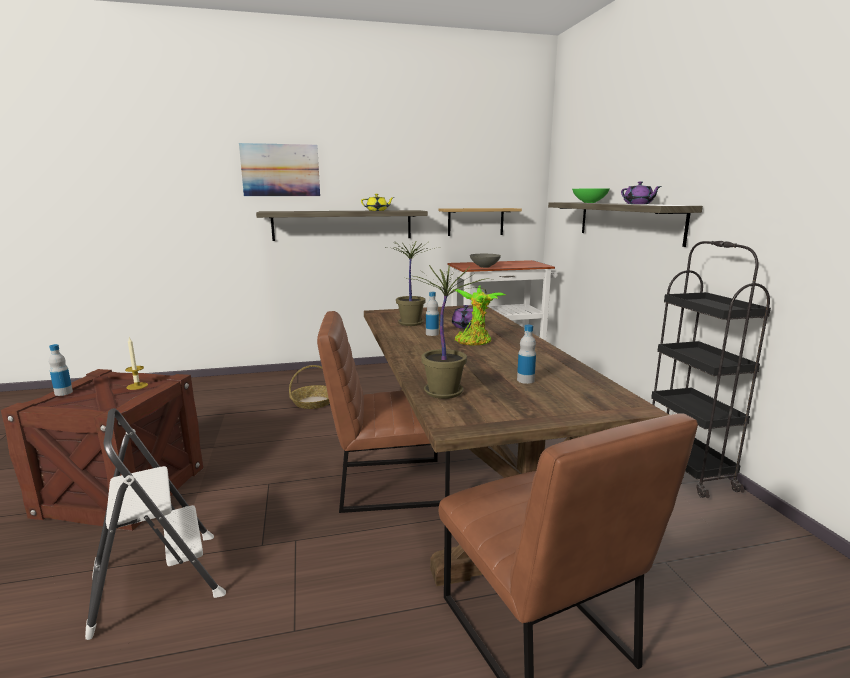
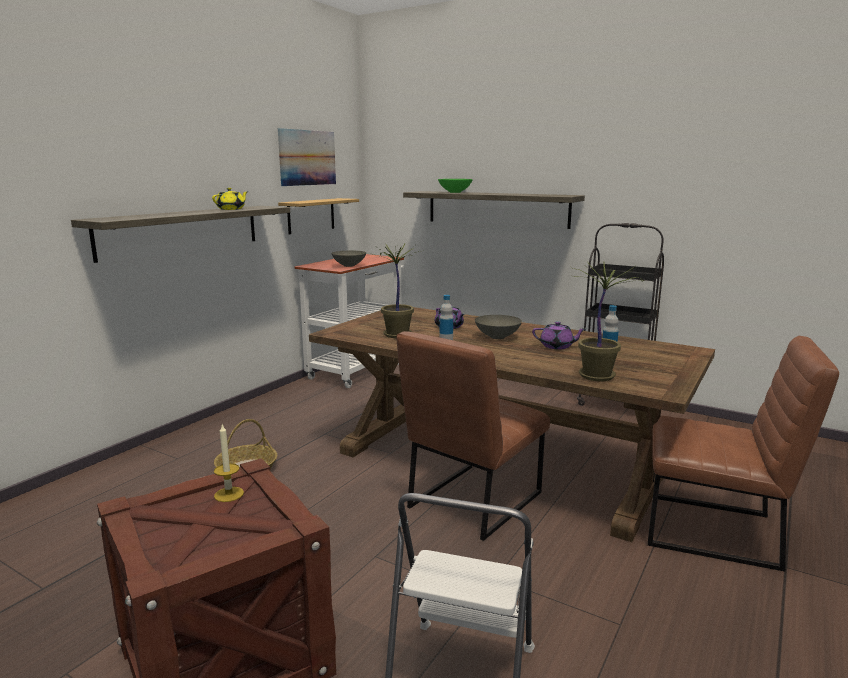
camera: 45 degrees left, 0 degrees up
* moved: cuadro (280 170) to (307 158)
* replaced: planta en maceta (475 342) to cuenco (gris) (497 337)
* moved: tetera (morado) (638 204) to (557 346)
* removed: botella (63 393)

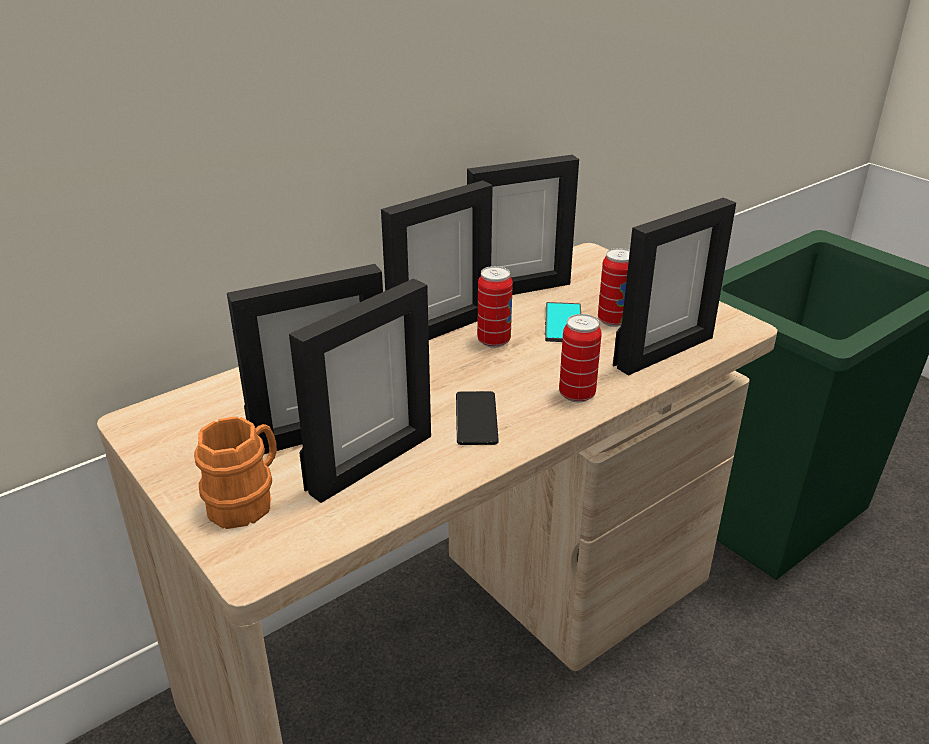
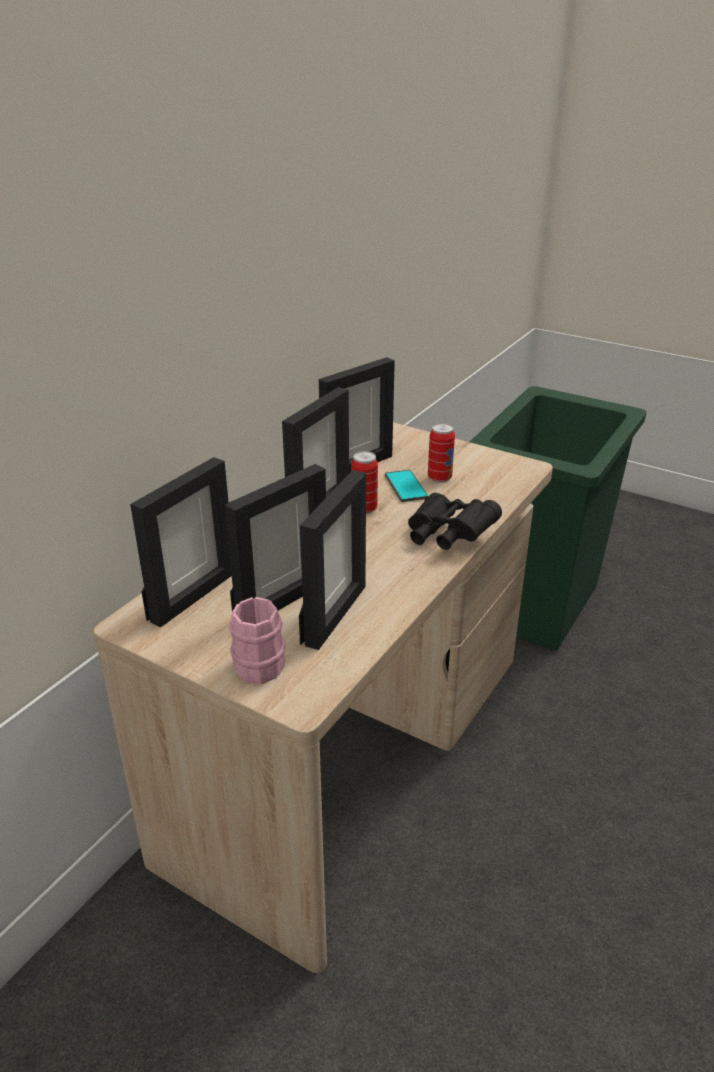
camera: 20 degrees left, 0 degrees up
* moved: portarretratos (663 351) to (192 596)
* recoloured: taza grande (naranja) (247 500) to taza grande (rosa) (262 660)
* replaced: lata (577 394) to prismáticos (negro) (447 536)
* removed: móvil (476 419)

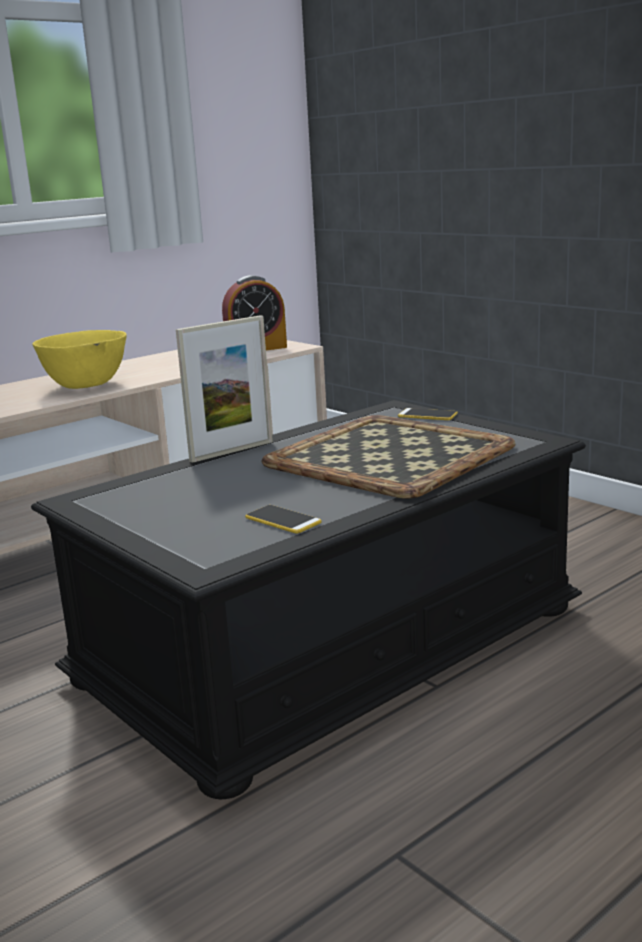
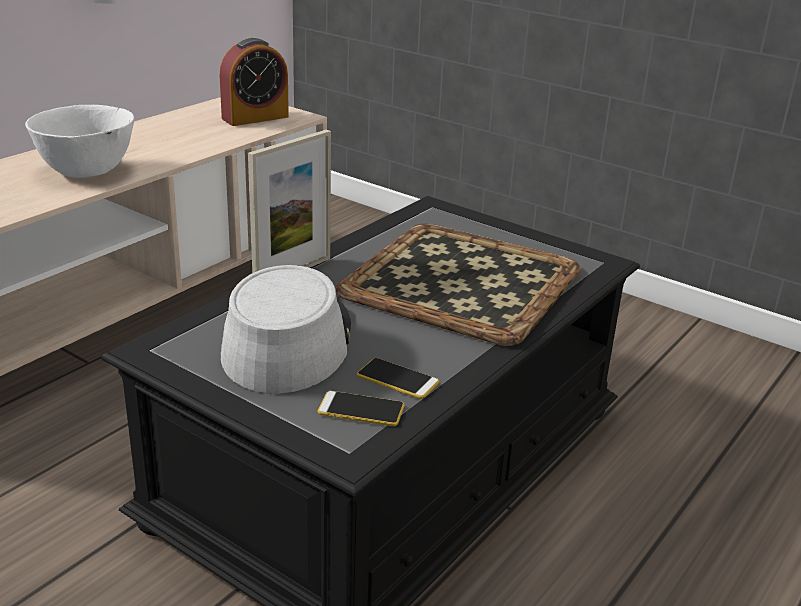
camera: 15 degrees left, 10 degrees up
* recoloured: cuenco (amarillo) (86 385) to cuenco (blanco) (87 171)
* added: sombrero (gris) (287 341)
* moved: móvil (427 415) to (361 409)

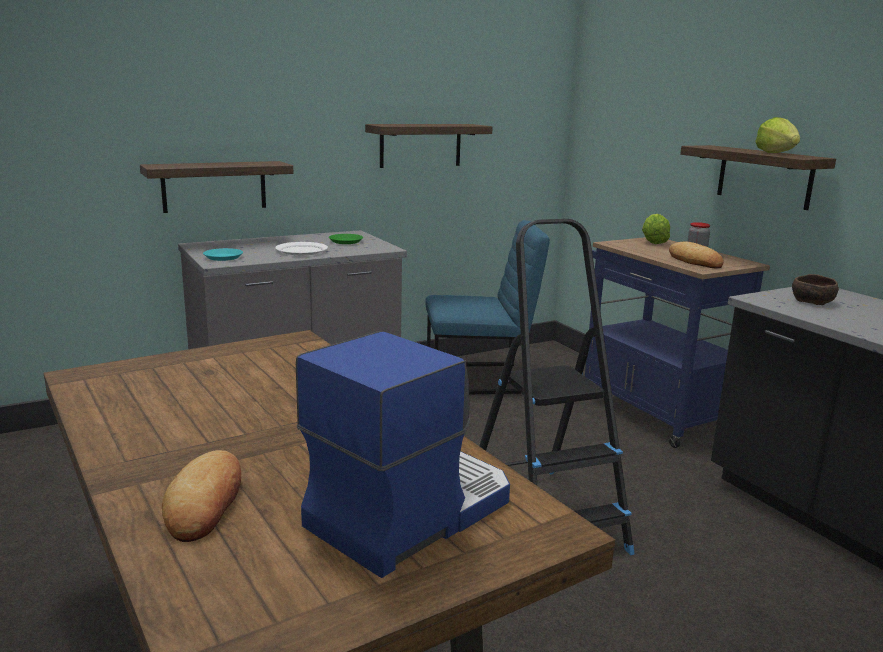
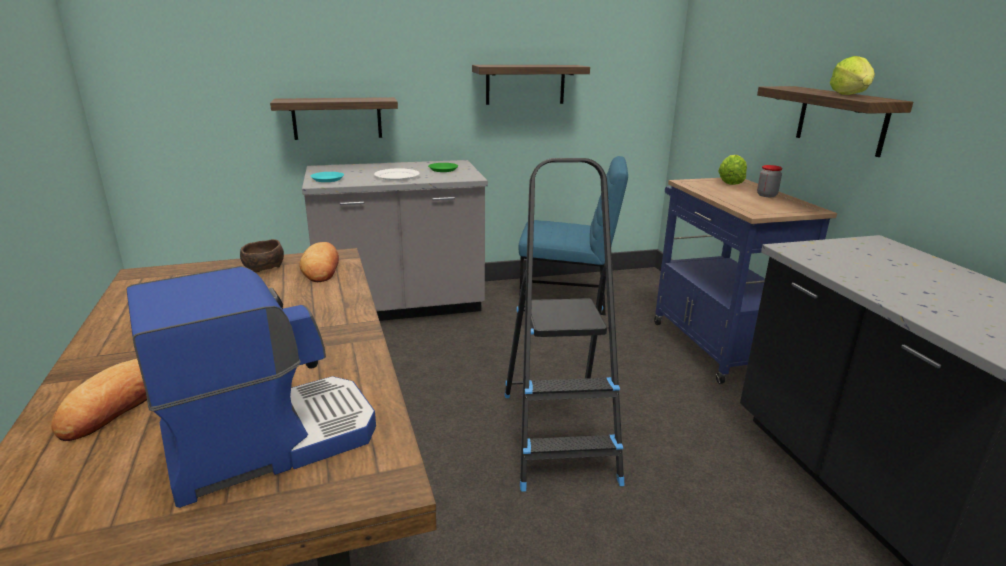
camera: 15 degrees right, 5 degrees up
* moved: cuenco (marrón) (812 302) to (263 268)
* moved: pan (694 261) to (321 267)

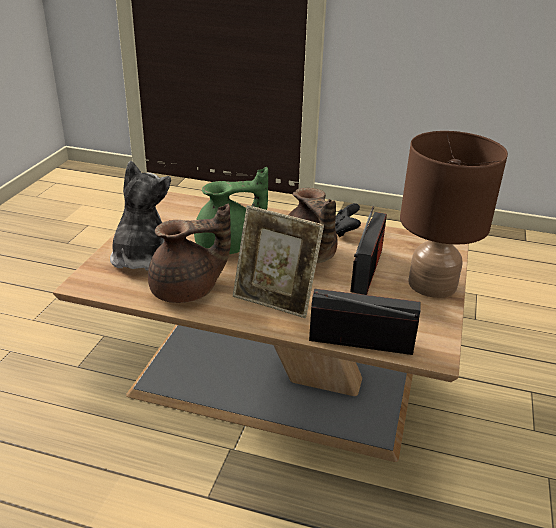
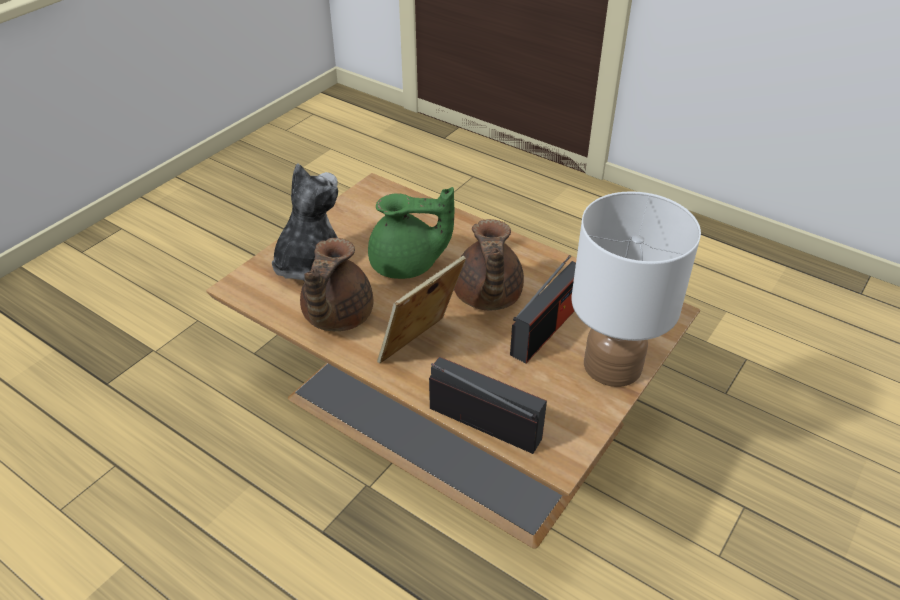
camera: 20 degrees right, 10 degrees up
* turned: tetera (marrón) (187 291) = (336 316) 105 degrees clockwise
* turned: portarretratos (275 300) = (421 348) 90 degrees clockwise
* recoloured: lámpara de mesa (marrón) (431 284) to lámpara de mesa (blanco) (612 365)
* removed: mando de consola (negro) (345 231)

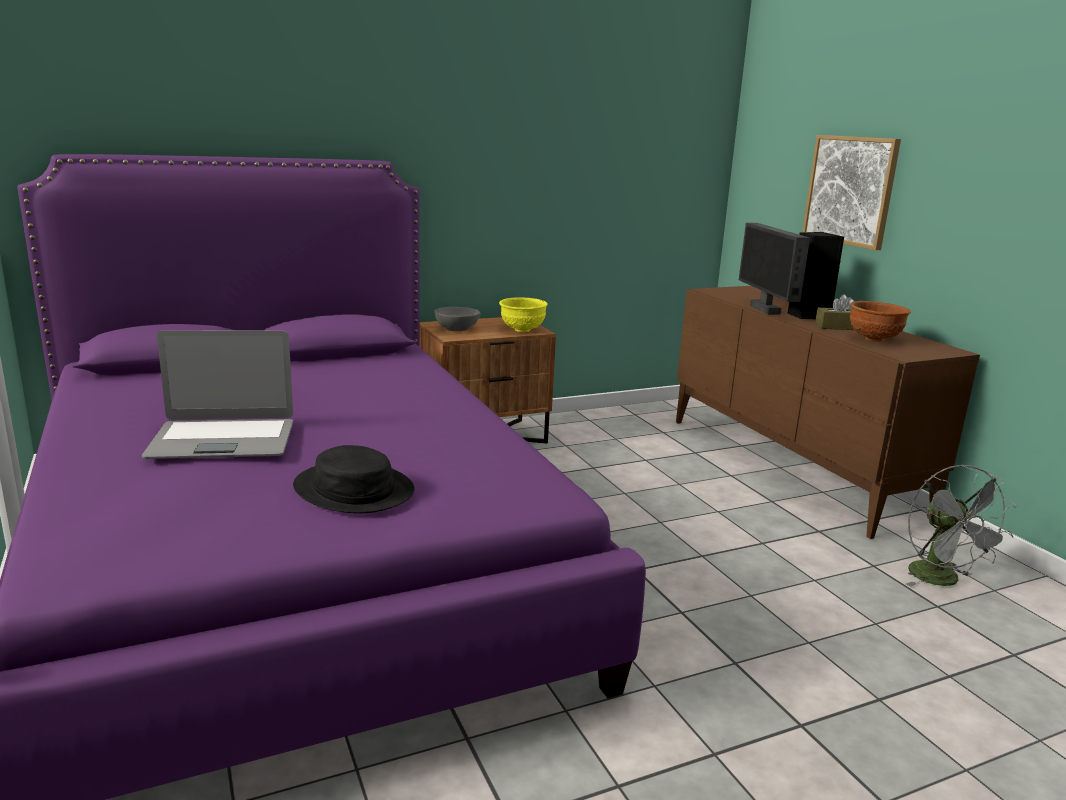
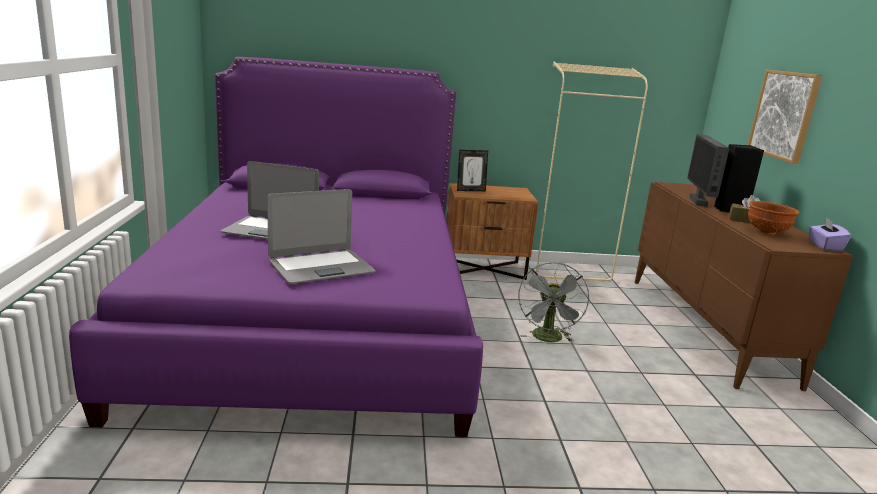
camera: 20 degrees right, 0 degrees up
* replaced: sombrero (negro) (354 489) to portátil (321 267)
* replaced: cuenco (gris) (457 329) to portarretratos (470 190)
* moved: ventilador (gris) (942 580) to (548 339)
* added: perchero (beis) (569 271)
* added: caja de pañuelos (morado) (824 246)
* removed: cuenco (amarillo) (521 330)

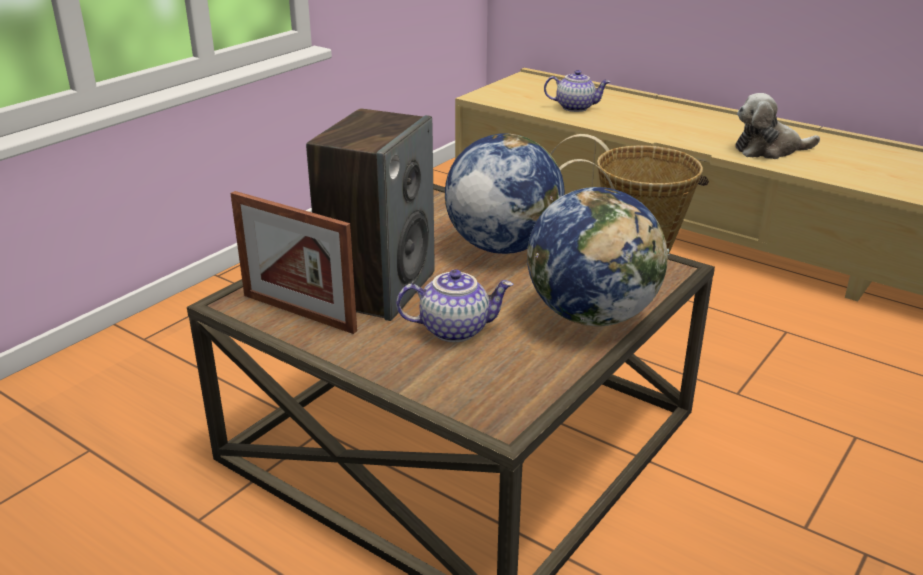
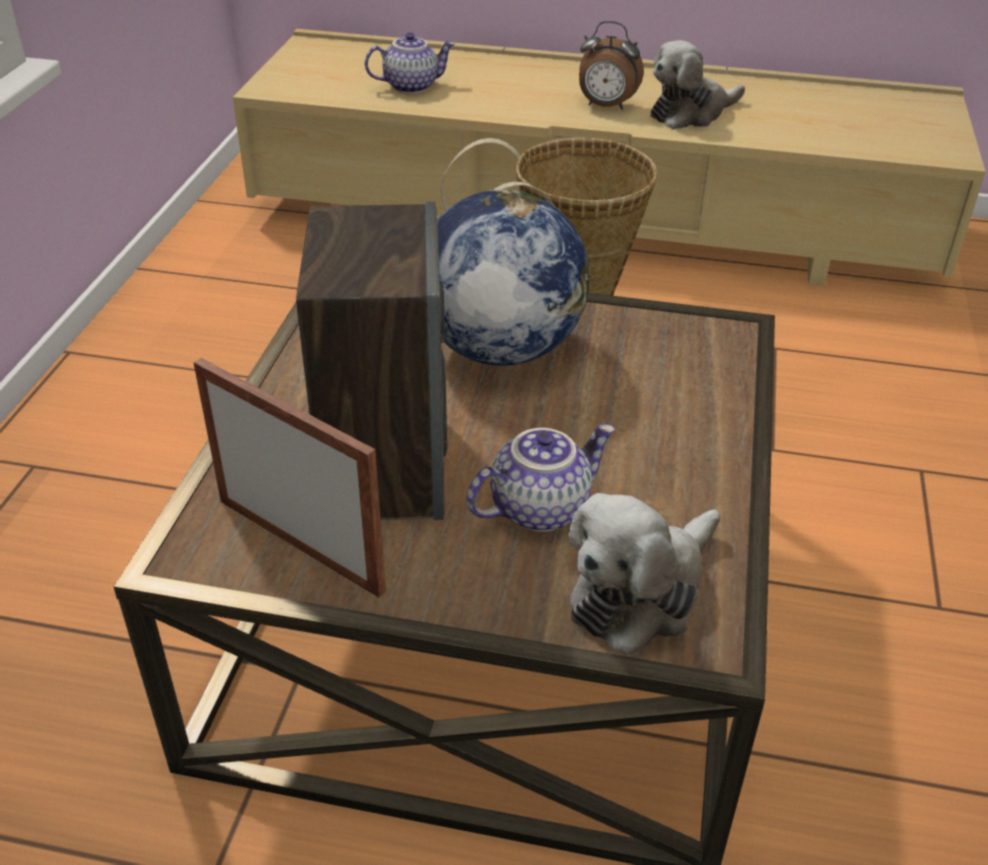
camera: 25 degrees left, 10 degrees up
* turned: portarretratos (298 313) = (299 545) 150 degrees counterclockwise
* added: peluche (640 592)
* added: despertador (606 106)
* removed: globo terráqueo (592 315)

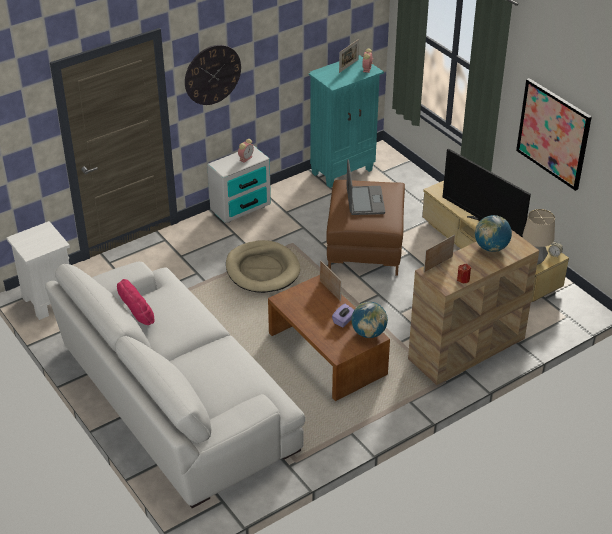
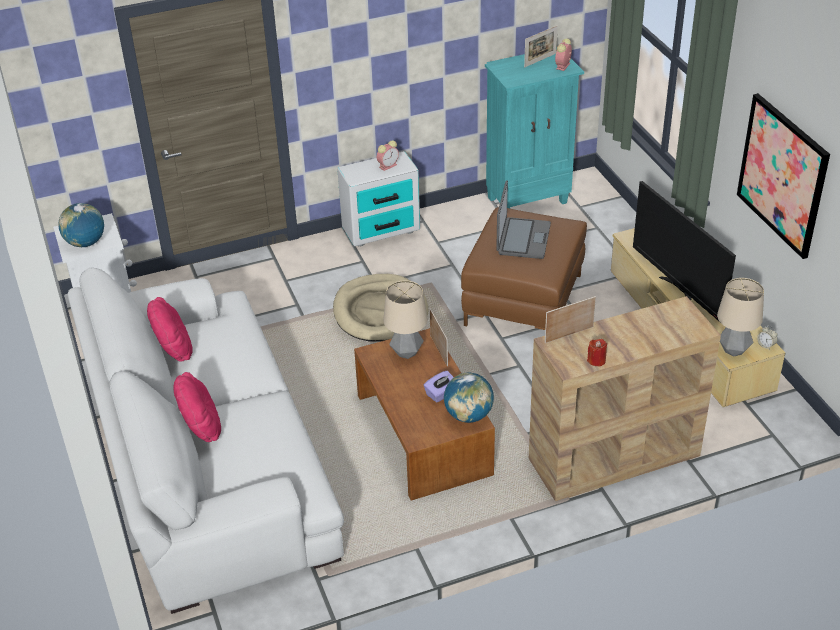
camera: 15 degrees right, 0 degrees up
* moved: globo terráqueo (491 247) to (85 243)
* added: cojín (rosa) (201 430)
* added: lámpara de mesa (406 353)
* removed: reloj de pared (212 74)

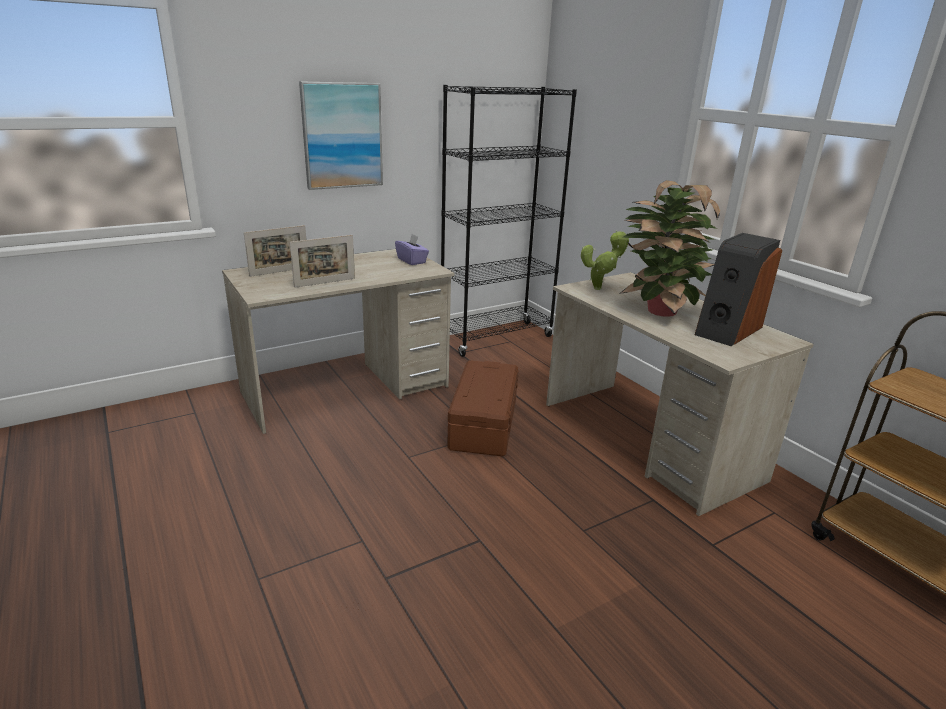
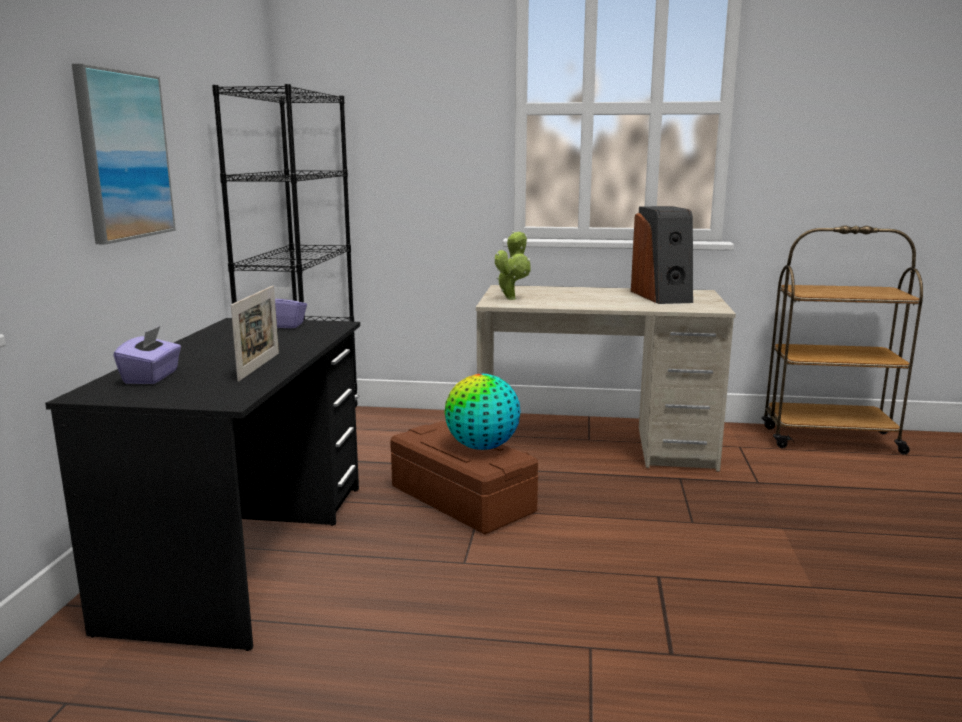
camera: 50 degrees left, 10 degrees down
* recoloured: escritorio (beis) (346 390) to escritorio (negro) (247 550)
* replaced: portarretratos (279 271) to caja de pañuelos (morado) (152 377)
* added: globo terráqueo (482 447)
* removed: planta en maceta (658 311)

